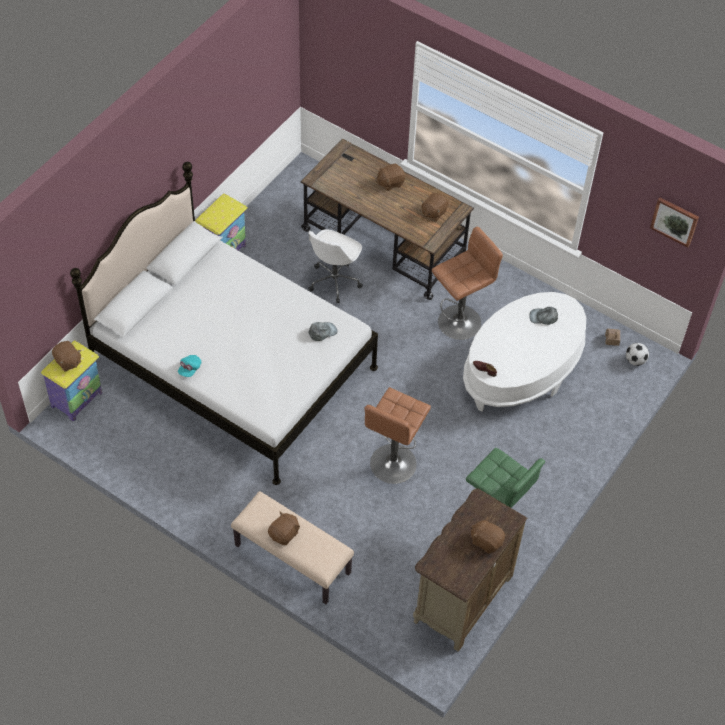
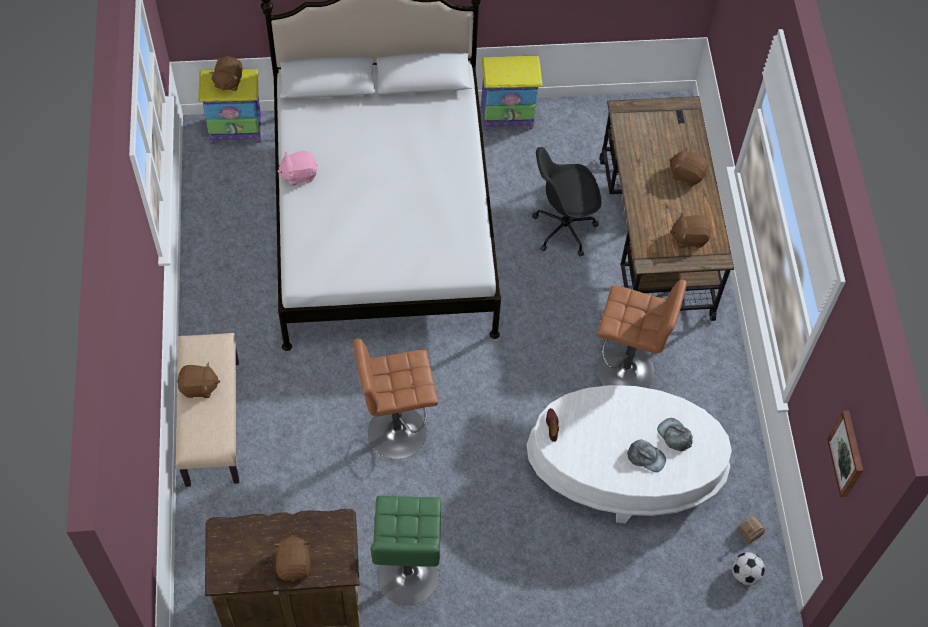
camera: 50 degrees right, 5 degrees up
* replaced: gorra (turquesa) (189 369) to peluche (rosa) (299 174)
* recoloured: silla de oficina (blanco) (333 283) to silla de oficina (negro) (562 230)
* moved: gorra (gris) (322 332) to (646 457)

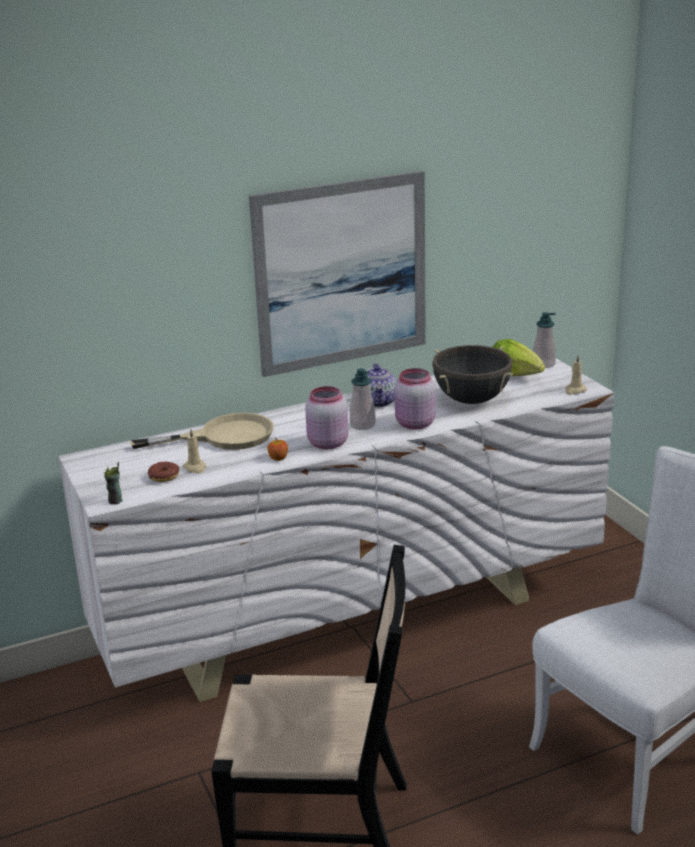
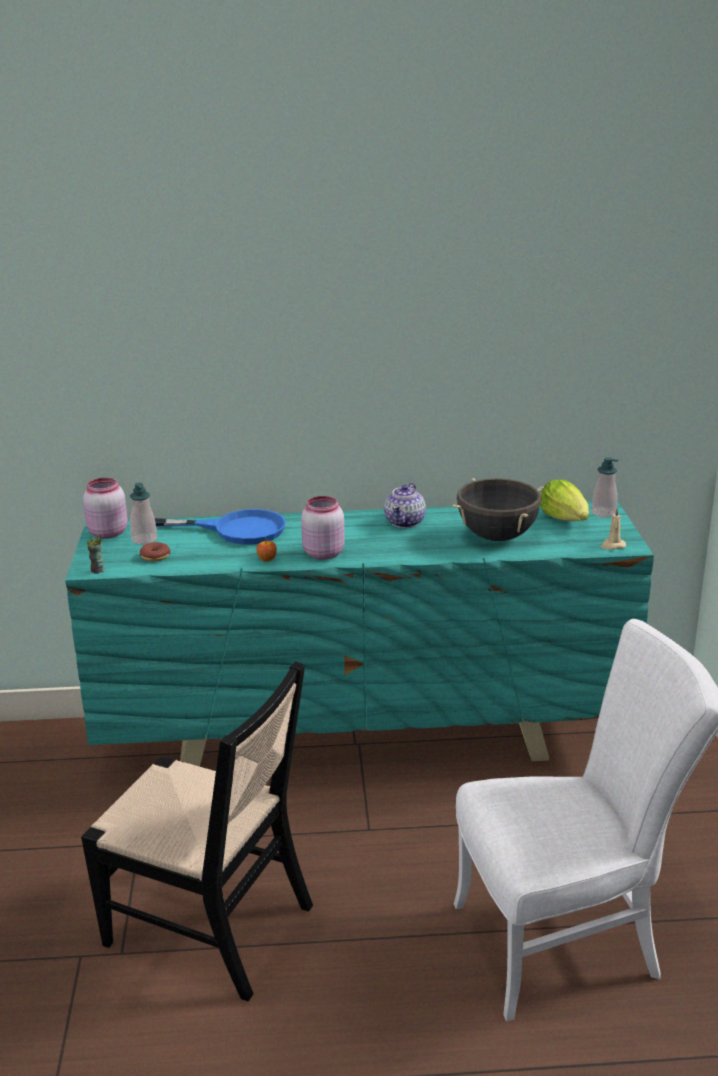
camera: 20 degrees right, 0 degrees up
* recoloured: armario (blanco) (355 623) to armario (turquesa) (363 741)
* moved: tarro (rosa) (414 424) to (106 533)
* moved: dispensador de jabón (362 425) to (144 540)
* recoloured: sartén (beis) (223 436) to sartén (azul) (236 530)
* removed: vela (beis) (195 468)
* removed: cuadro (341 273)

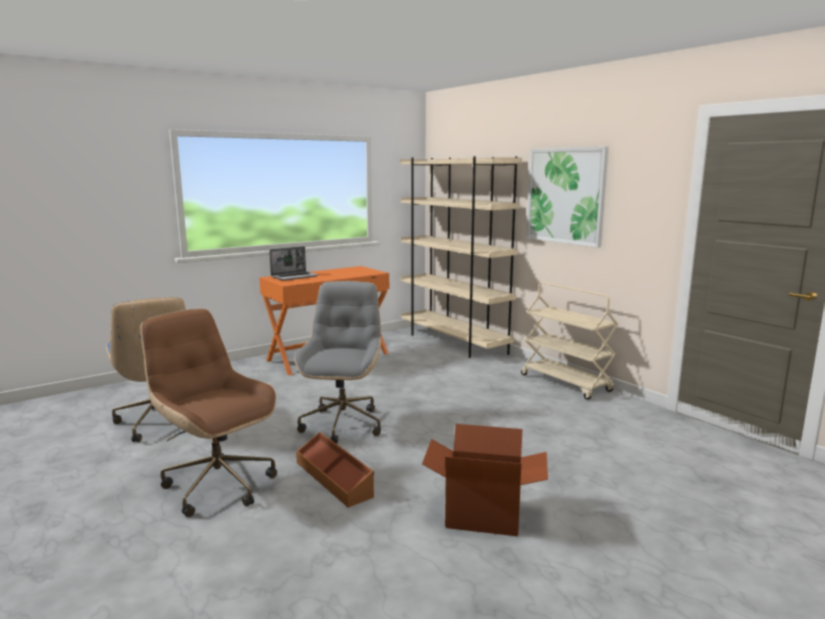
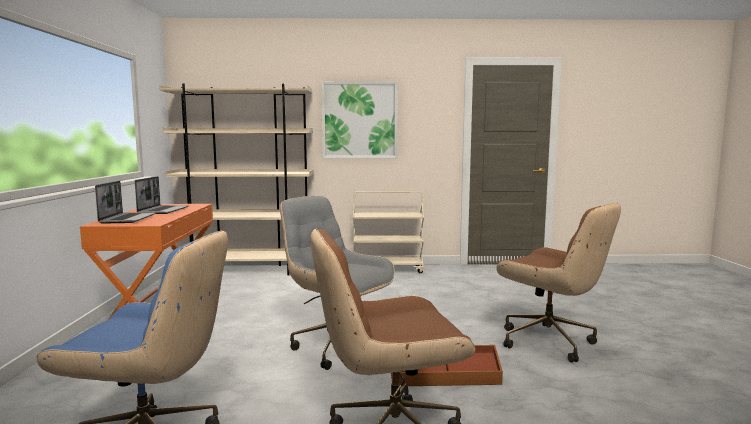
camera: 55 degrees left, 5 degrees down
* added: portátil (163 210)
* replaced: caja de cartón (483 514) to silla de oficina (marrón) (550 343)

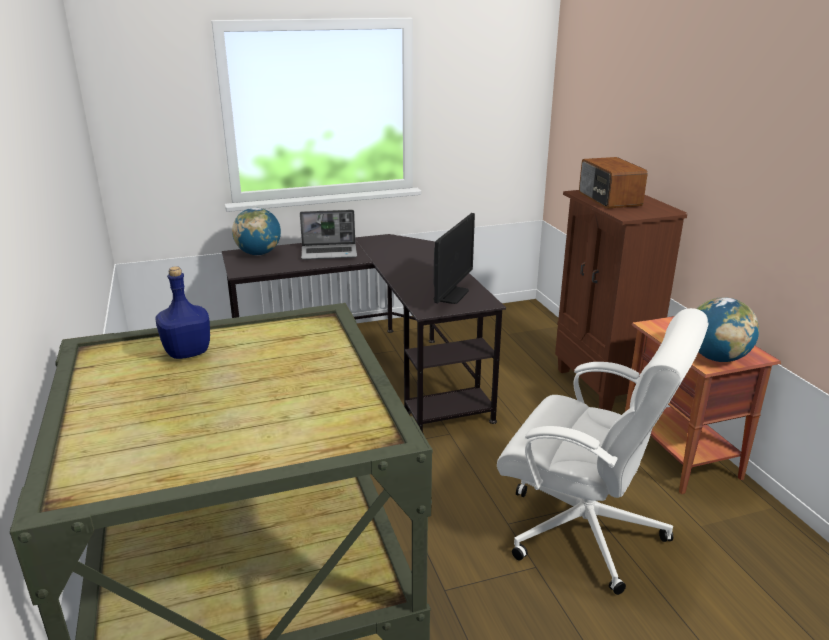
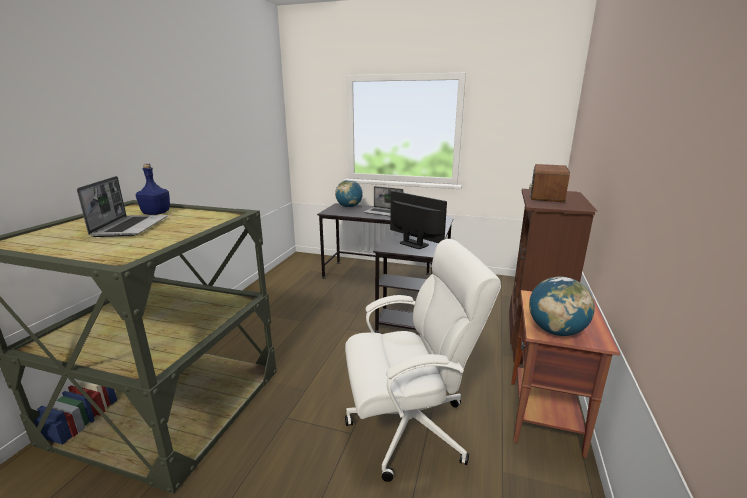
camera: 35 degrees right, 5 degrees down
* added: portátil (131 227)
* turned: silla de oficina (blanco) (583 530) = (408 427) 75 degrees counterclockwise
* turned: monitor (451 295) = (414 244) 105 degrees counterclockwise

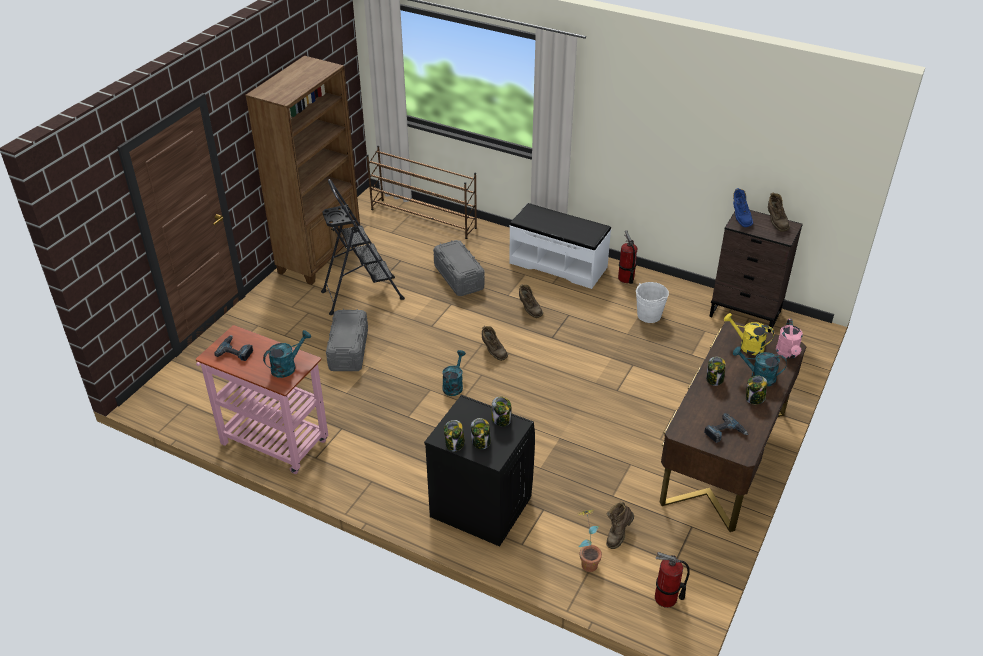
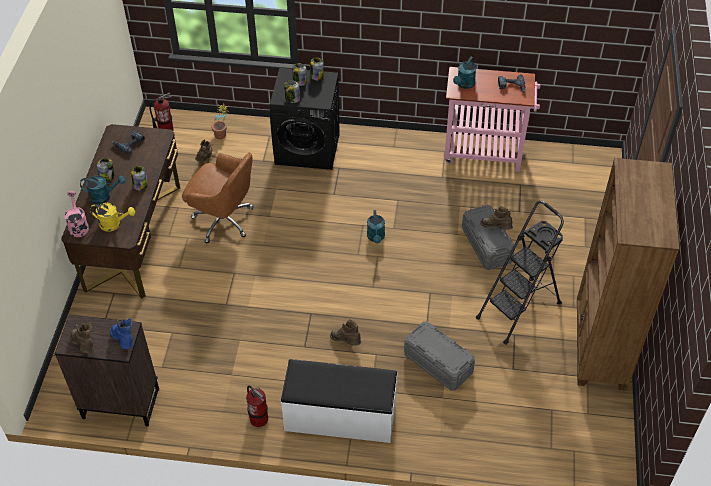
camera: 160 degrees right, 10 degrees up
* added: silla de oficina (marrón) (223 221)
* moved: bota (marrón) (493 351) to (496 228)
* removed: zapatero (marrón) (423 219)
* removed: cubo (blanco) (649 315)

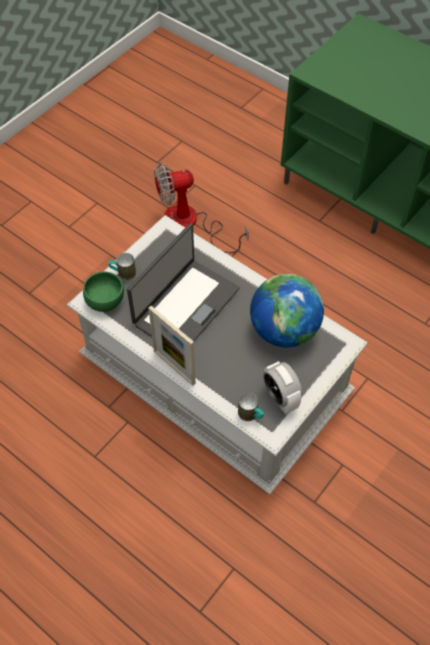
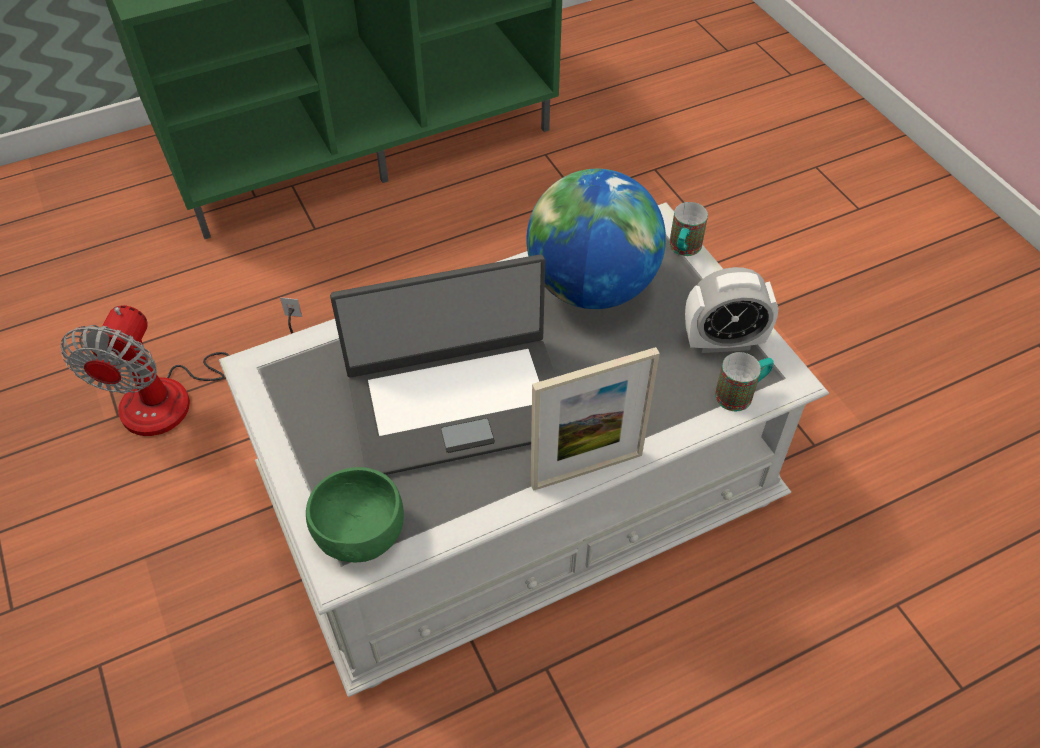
camera: 65 degrees left, 5 degrees down
* turned: portátil (185 306) = (458 403) 105 degrees clockwise
* moved: taza grande (123 273) to (683 250)

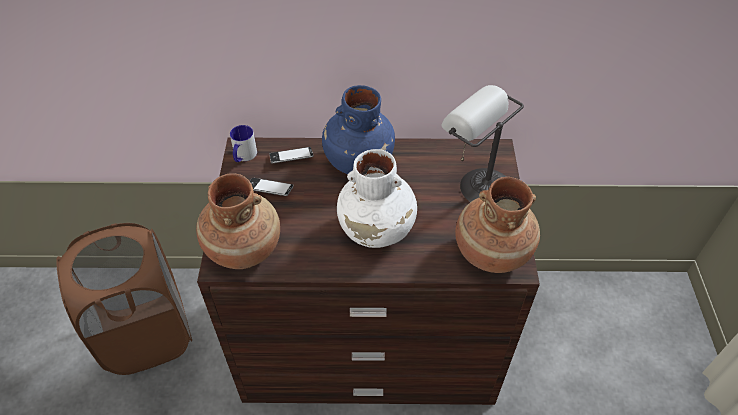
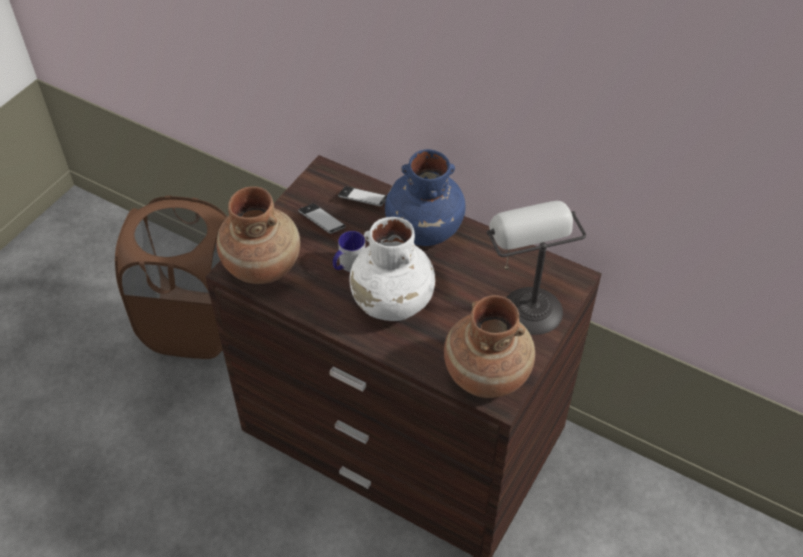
camera: 30 degrees right, 0 degrees up
* moved: taza grande (243 156) to (348 265)

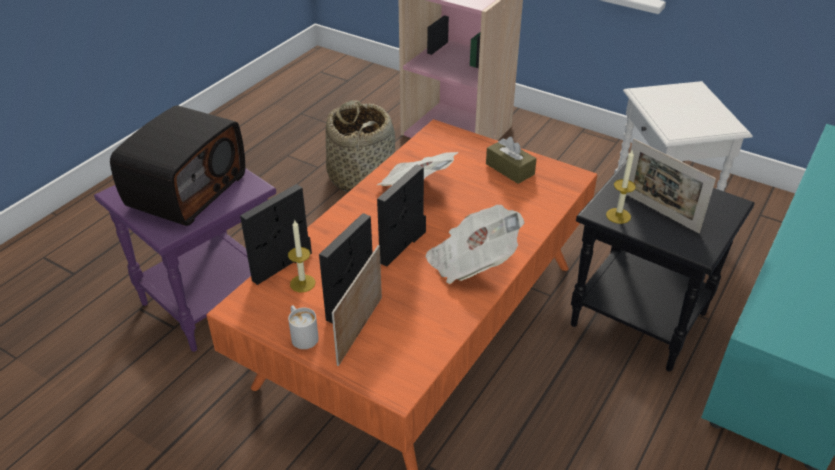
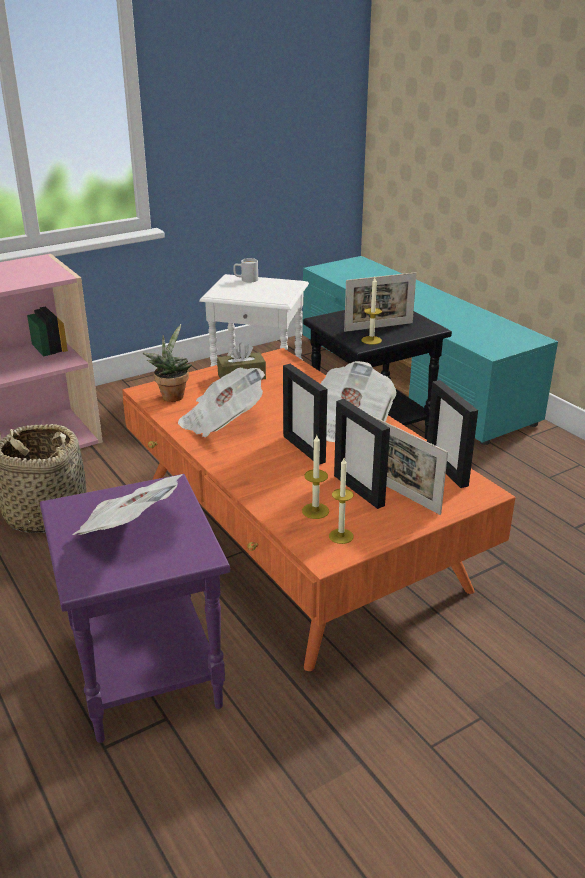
camera: 65 degrees left, 10 degrees down
* replaced: radio (186 190) to periódico (130 529)
* added: planta en maceta (172 395)
* moved: taza grande (blanco) (302 335) to (246 279)
* added: vela (341 536)
* moved: portarretratos (282 266) to (447 469)

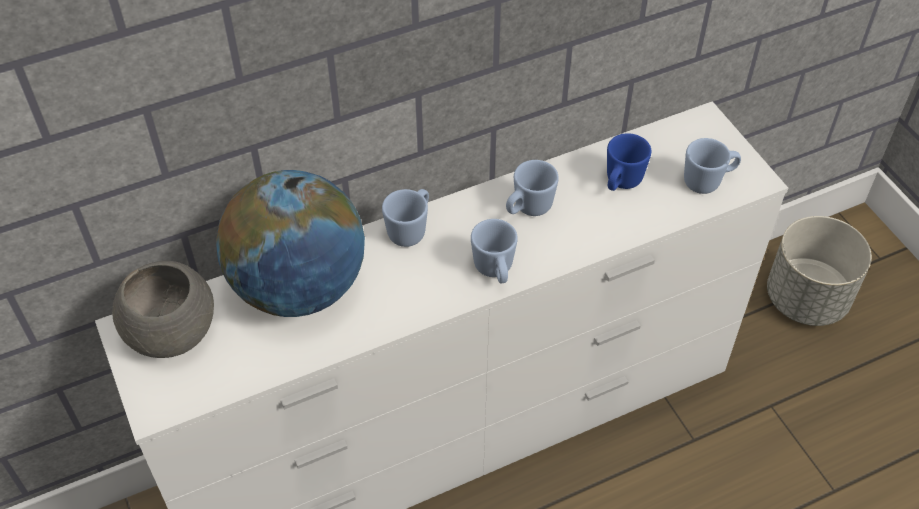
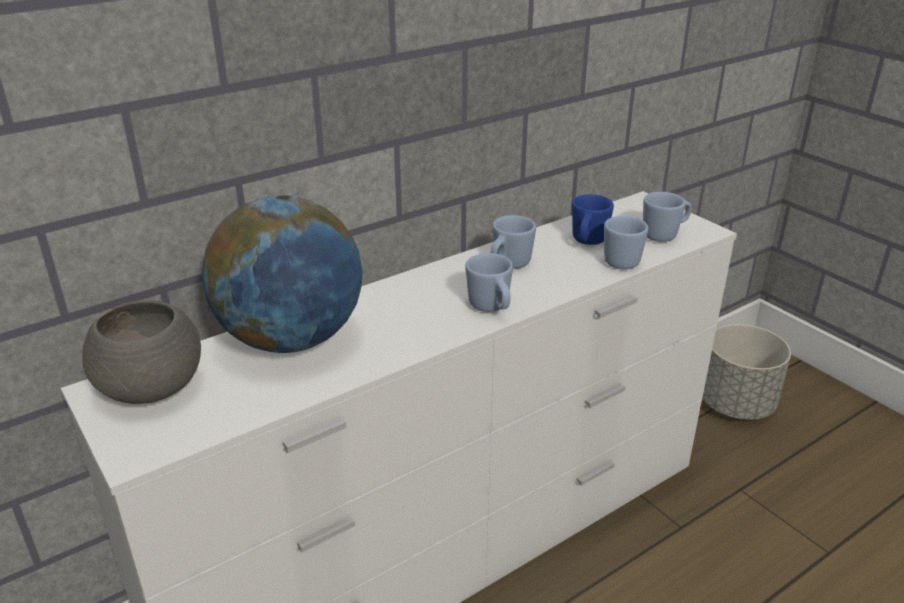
camera: 10 degrees left, 20 degrees down
* moved: taza grande (azul) (410 230) to (623 260)

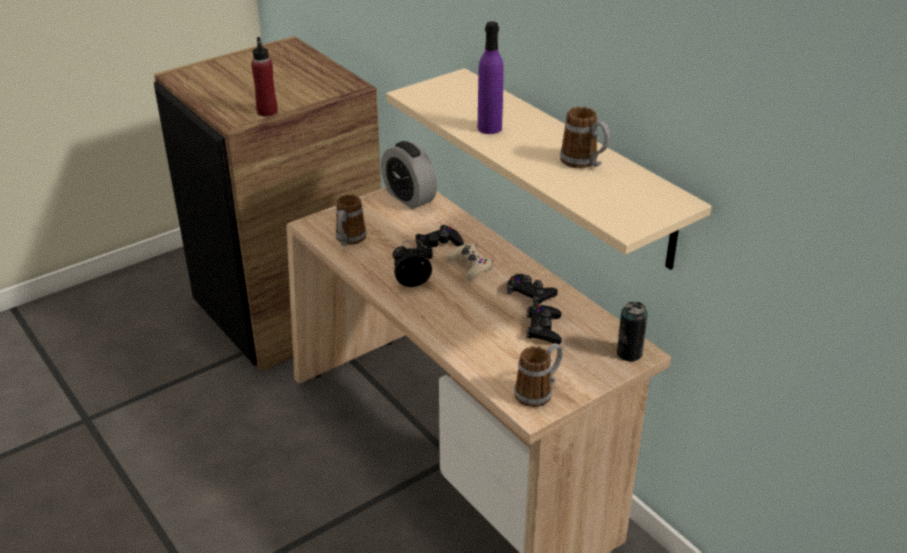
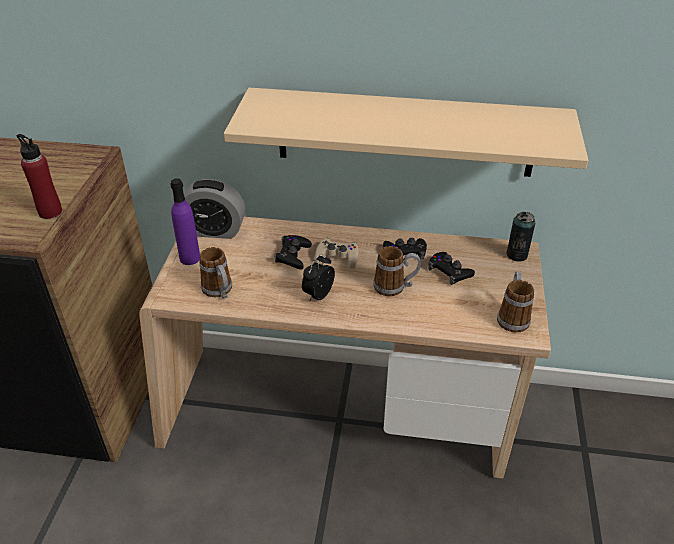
camera: 45 degrees left, 5 degrees up
* moved: botella (morado) (489 128) to (190 258)
* moved: taza grande (584 163) to (395 287)

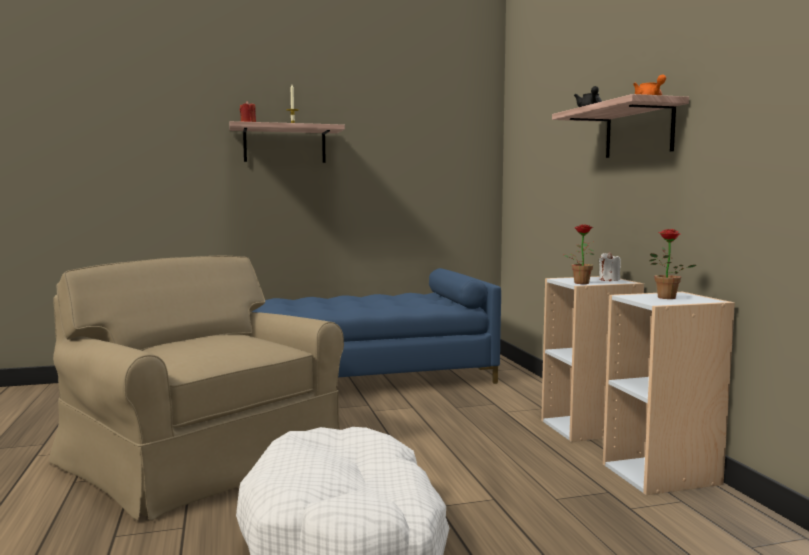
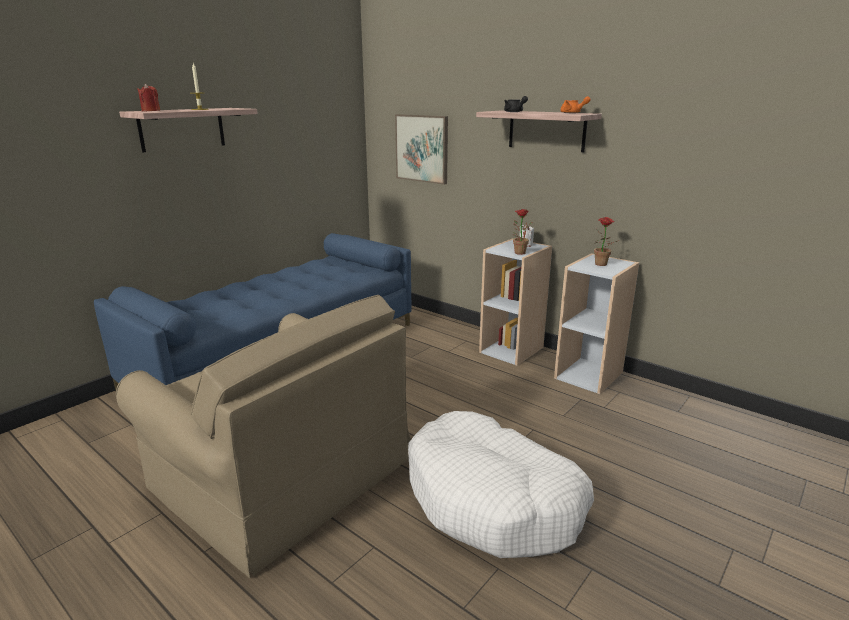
camera: 35 degrees left, 15 degrees up
* turned: sillón (beis) (203 455) = (283 474) 150 degrees counterclockwise
* added: cuadro (422 148)

